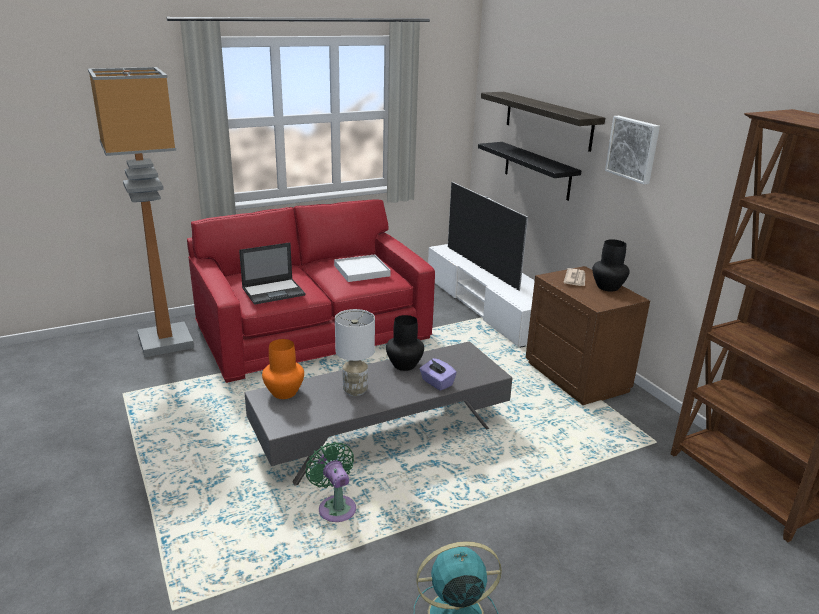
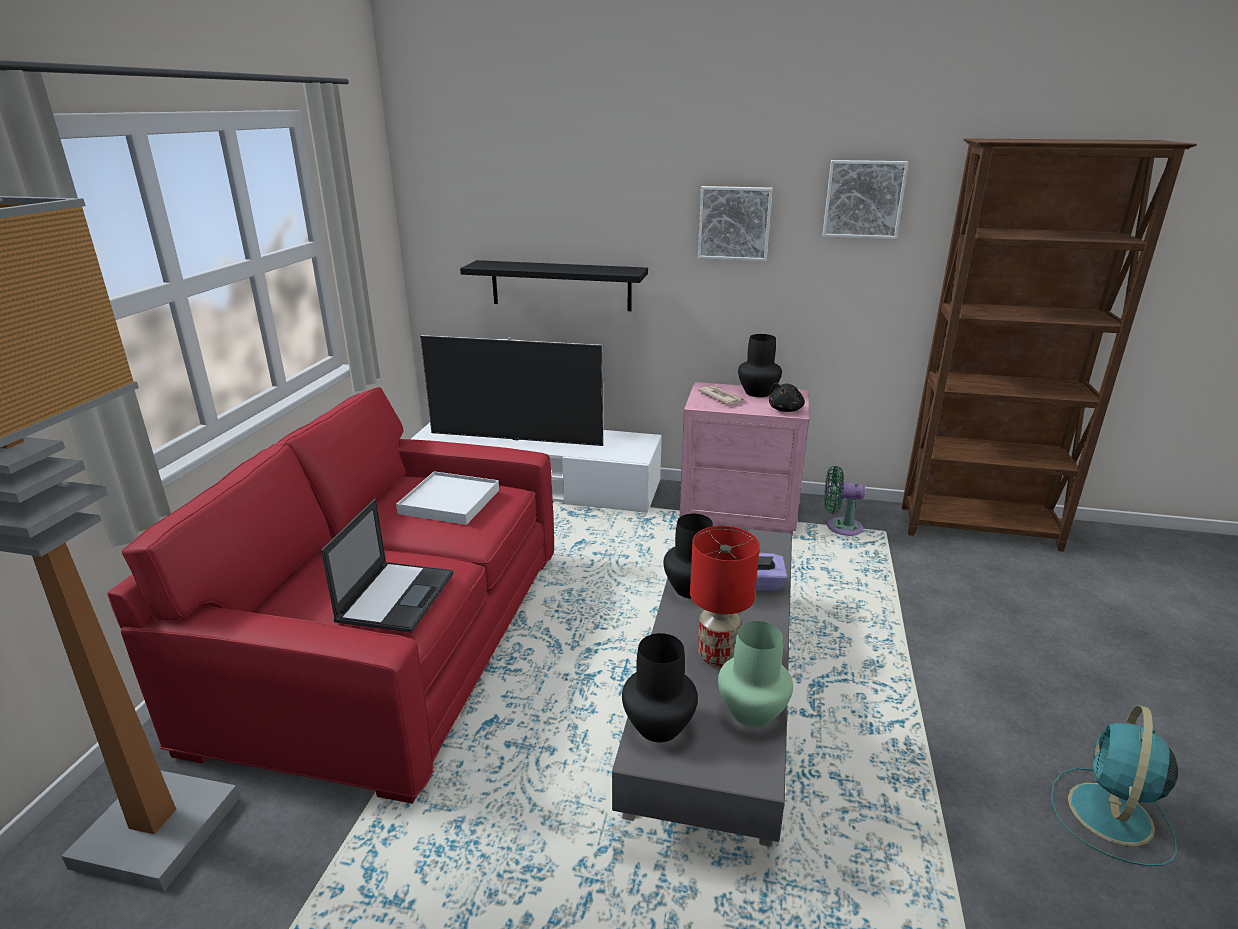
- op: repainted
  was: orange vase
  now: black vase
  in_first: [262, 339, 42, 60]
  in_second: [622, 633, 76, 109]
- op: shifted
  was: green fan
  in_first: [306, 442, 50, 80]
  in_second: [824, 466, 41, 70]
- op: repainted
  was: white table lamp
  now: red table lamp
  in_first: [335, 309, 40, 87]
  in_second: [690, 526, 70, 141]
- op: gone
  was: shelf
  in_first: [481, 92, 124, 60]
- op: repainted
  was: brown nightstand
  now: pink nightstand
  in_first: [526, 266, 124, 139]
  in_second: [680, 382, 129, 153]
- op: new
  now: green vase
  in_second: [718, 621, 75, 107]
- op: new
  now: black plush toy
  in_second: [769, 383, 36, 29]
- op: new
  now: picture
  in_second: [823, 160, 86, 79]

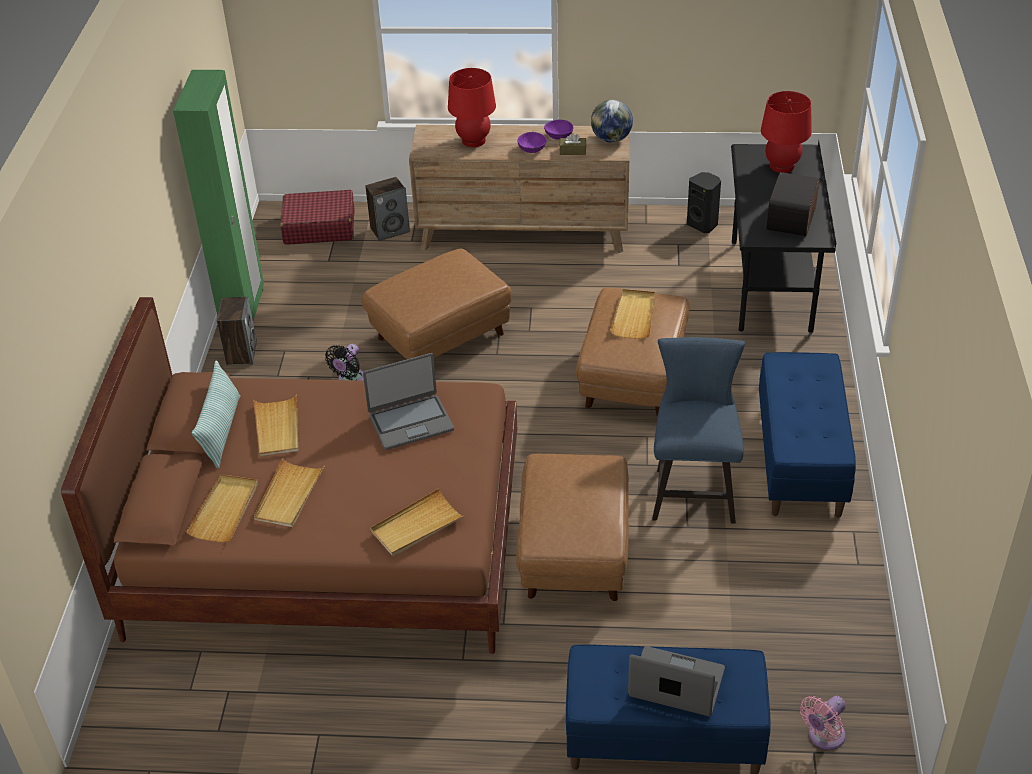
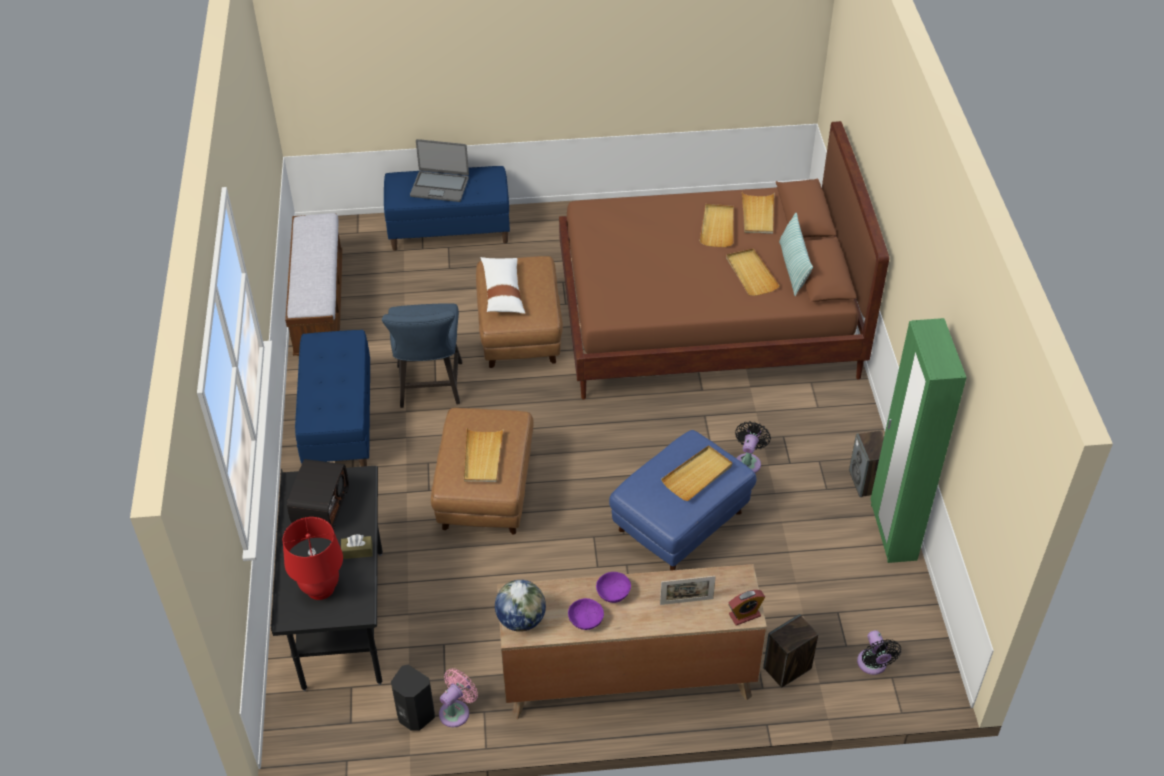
- op: swapped
  was: red suitcase
  now: black fan
  in_first: [280, 190, 75, 55]
  in_second: [857, 630, 44, 45]
- op: repainted
  was: brown ottoman
  now: blue ottoman
  in_first: [362, 249, 150, 110]
  in_second: [609, 430, 147, 141]
- op: gone
  was: laptop
  in_first: [363, 353, 91, 97]
- op: shifted
  was: beige tray
  in_first: [370, 488, 95, 68]
  in_second: [661, 445, 72, 56]
- op: swapped
  was: red table lamp
  now: picture frame
  in_first: [448, 68, 48, 79]
  in_second: [660, 576, 56, 29]
- op: shifted
  was: brown tissue box
  in_first: [559, 133, 27, 22]
  in_second: [341, 534, 32, 25]
- op: shifted
  was: pink fan
  in_first: [800, 696, 46, 54]
  in_second: [439, 668, 39, 59]
- op: new
  now: bench
  in_second: [285, 213, 57, 143]
- op: new
  now: white pillow
  in_second: [481, 257, 44, 57]
- op: new
  now: alarm clock
  in_second: [729, 590, 36, 36]

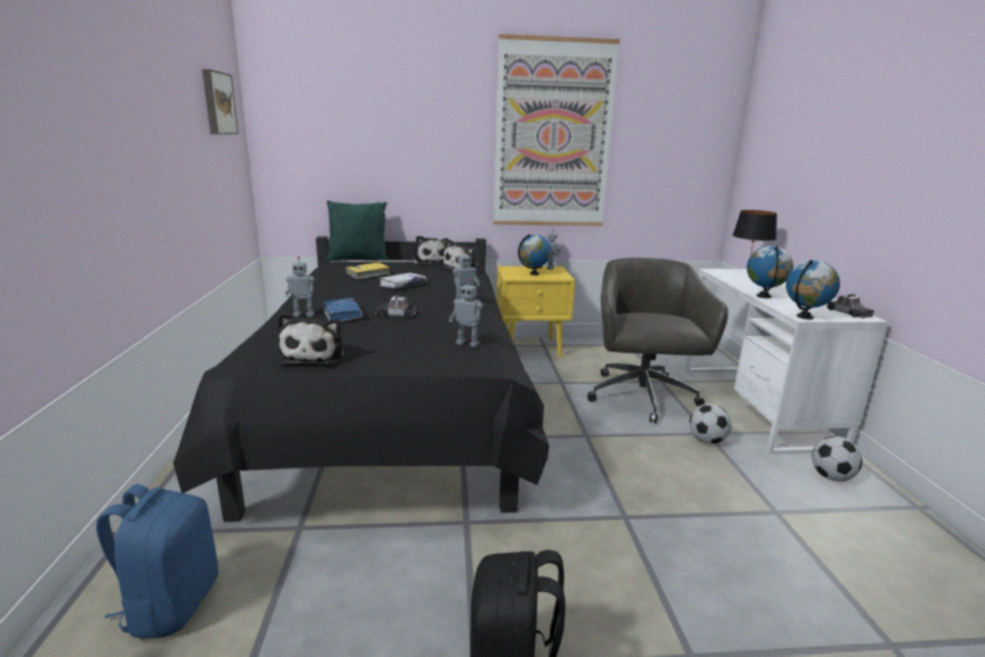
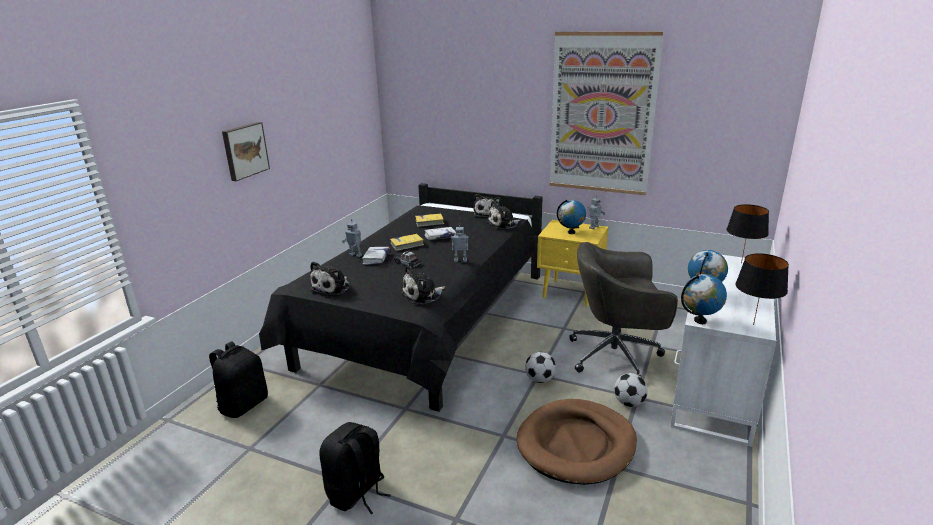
- op: repainted
  was: blue backpack
  now: black backpack
  in_first: [96, 484, 122, 154]
  in_second: [209, 341, 59, 77]
- op: shifted
  was: picture
  in_first: [202, 69, 37, 65]
  in_second: [222, 122, 48, 59]
- op: repainted
  was: blue book
  now: white book
  in_first: [323, 298, 40, 24]
  in_second: [362, 247, 28, 18]
- op: gone
  was: green pillow
  in_first: [326, 200, 62, 61]
- op: swapped
  was: toy robot
  now: plush toy
  in_first: [449, 278, 34, 69]
  in_second: [401, 265, 44, 39]
- op: rotated
  was: grey office chair
  in_first: [587, 258, 141, 165]
  in_second: [569, 242, 109, 136]
  clockwise: -120
- op: shifted
  was: football
  in_first: [812, 436, 50, 45]
  in_second: [525, 352, 31, 31]
- op: swapped
  was: toy car
  now: black table lamp
  in_first: [826, 294, 48, 24]
  in_second: [735, 253, 54, 72]
- op: new
  now: yellow book
  in_second: [390, 234, 34, 17]
- op: new
  now: brown dog bed
  in_second: [517, 399, 120, 86]

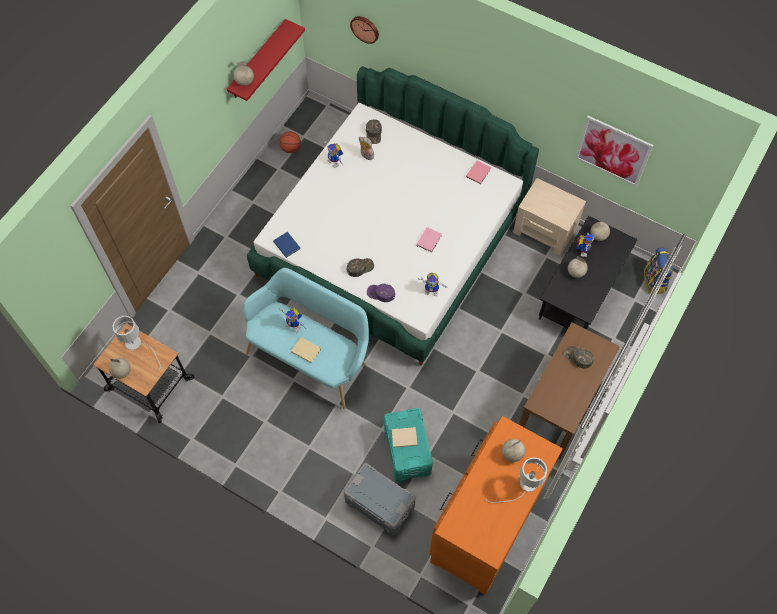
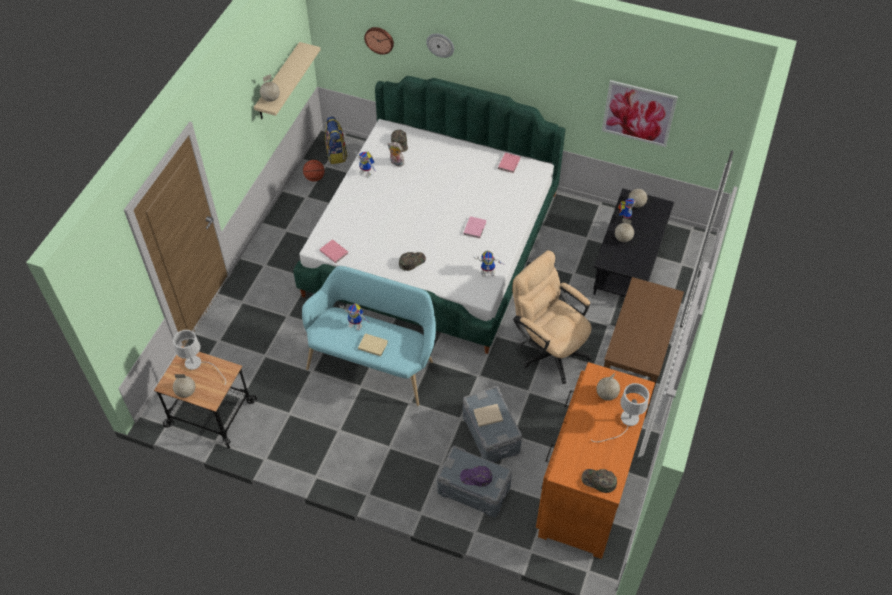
- op: repainted
  was: red shelf
  now: beige shelf
  in_first: [227, 19, 78, 82]
  in_second: [254, 42, 66, 77]
- op: repainted
  was: blue book
  now: pink book
  in_first: [273, 232, 27, 26]
  in_second: [320, 239, 28, 24]
- op: shifted
  was: purple cap
  in_first: [367, 284, 28, 18]
  in_second: [460, 466, 32, 21]
- op: repainted
  was: turquoise storage box
  now: grey storage box
  in_first: [384, 408, 49, 73]
  in_second: [463, 386, 59, 77]
- op: gone
  was: beige nightstand
  in_first: [513, 178, 73, 78]
- op: shifted
  was: green cap
  in_first: [564, 346, 30, 22]
  in_second: [581, 469, 36, 24]
- op: shifted
  was: backpack
  in_first: [644, 247, 29, 47]
  in_second: [325, 116, 23, 48]
- op: new
  now: wall clock
  in_second: [426, 33, 28, 25]
- op: new
  now: beige office chair
  in_second: [512, 250, 80, 134]

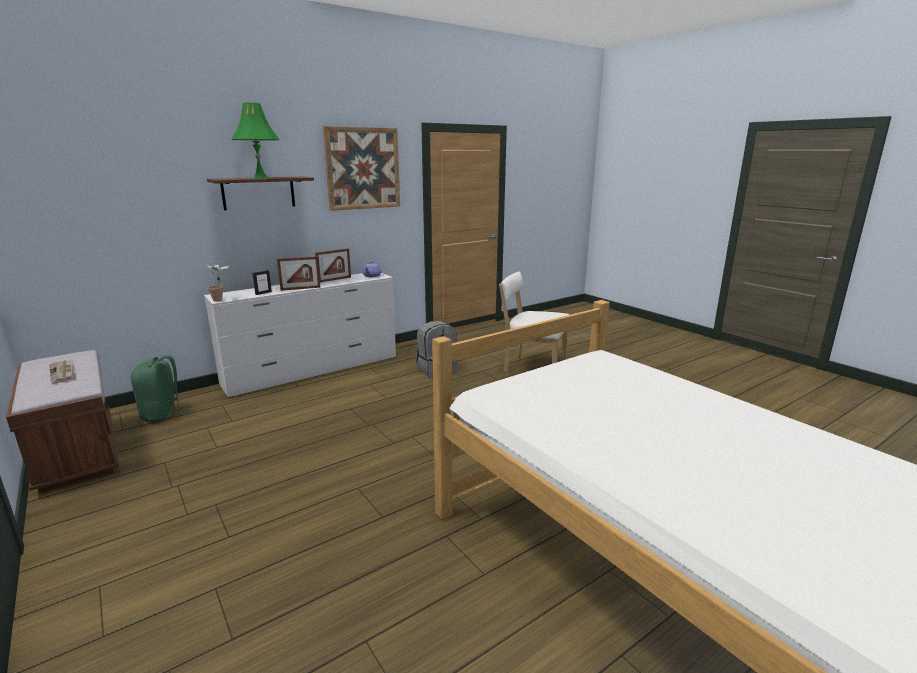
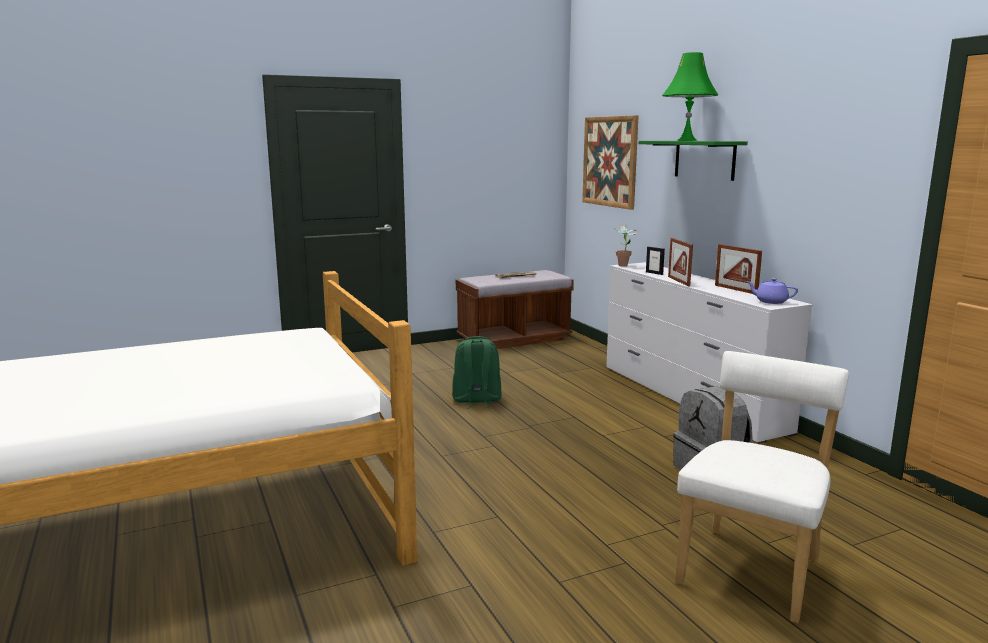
- op: shifted
  was: green backpack
  in_first: [131, 355, 60, 68]
  in_second: [452, 336, 50, 73]
- op: repainted
  was: brown shelf
  now: green shelf
  in_first: [207, 176, 107, 34]
  in_second: [639, 141, 109, 40]
- op: shifted
  was: picture
  in_first: [323, 126, 77, 85]
  in_second: [582, 115, 57, 95]

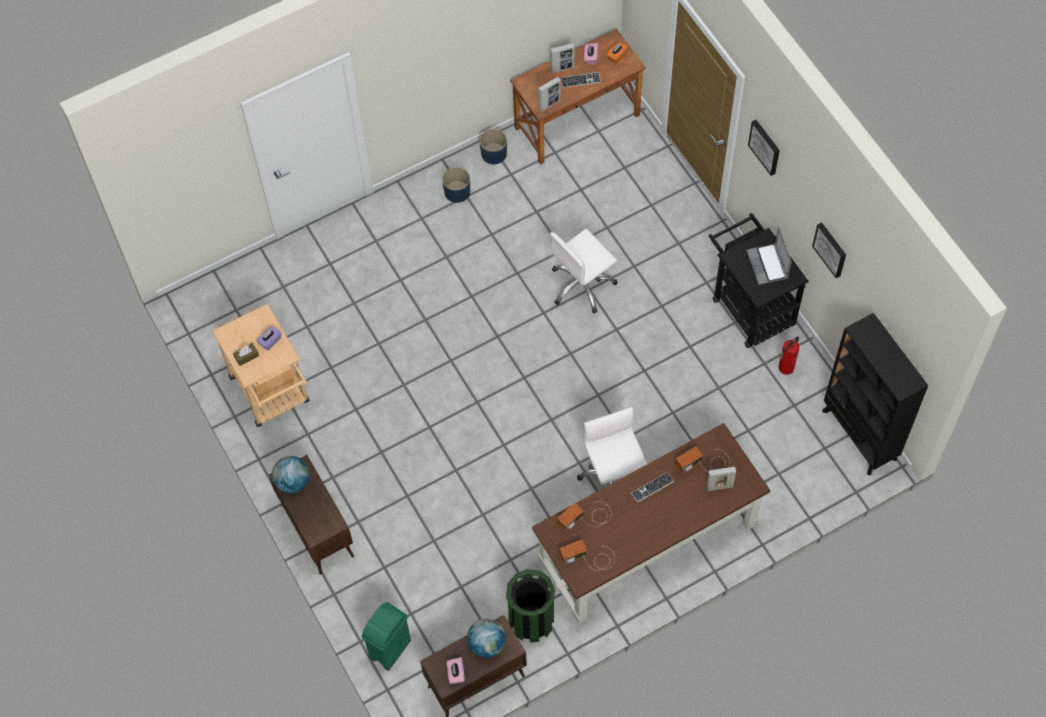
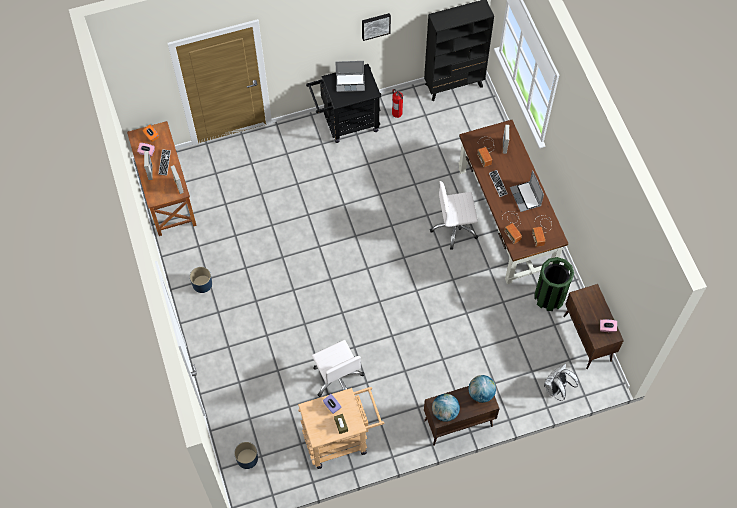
- op: swapped
  was: green trash can
  now: white backpack
  in_first: [361, 602, 50, 69]
  in_second: [544, 364, 34, 37]
- op: shifted
  was: globe
  in_first: [467, 619, 39, 39]
  in_second: [468, 375, 28, 28]
- op: shifted
  was: blue planter
  in_first: [480, 129, 27, 35]
  in_second: [234, 442, 24, 27]
- op: shifted
  was: white office chair
  in_first: [550, 229, 68, 84]
  in_second: [312, 340, 52, 57]
- op: gone
  was: picture
  in_first: [748, 120, 32, 56]
- op: new
  now: laptop
  in_second: [510, 170, 34, 42]

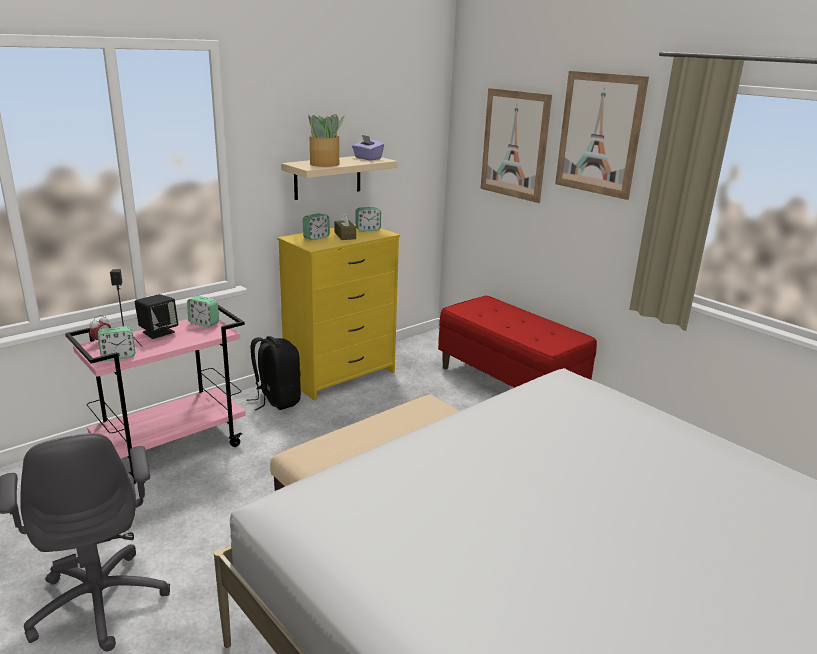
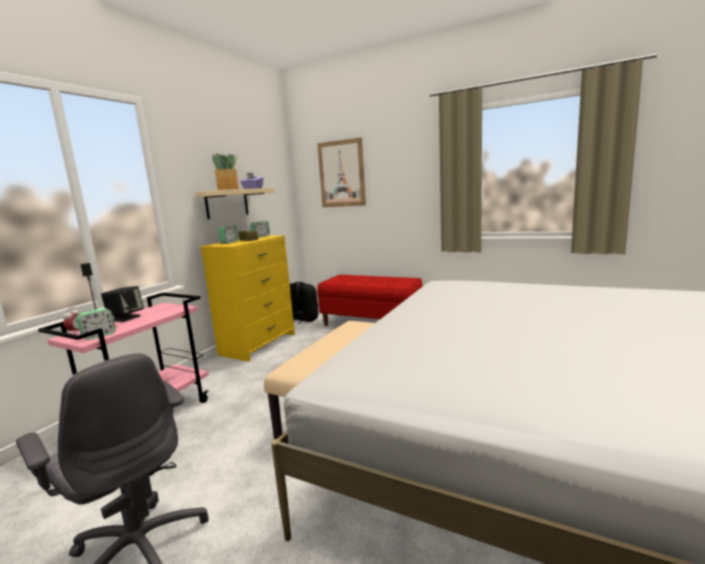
- op: gone
  was: alarm clock
  in_first: [187, 296, 32, 31]
- op: shifted
  was: black backpack
  in_first: [246, 336, 55, 75]
  in_second: [290, 282, 28, 42]
- op: gone
  was: picture
  in_first: [555, 71, 94, 129]

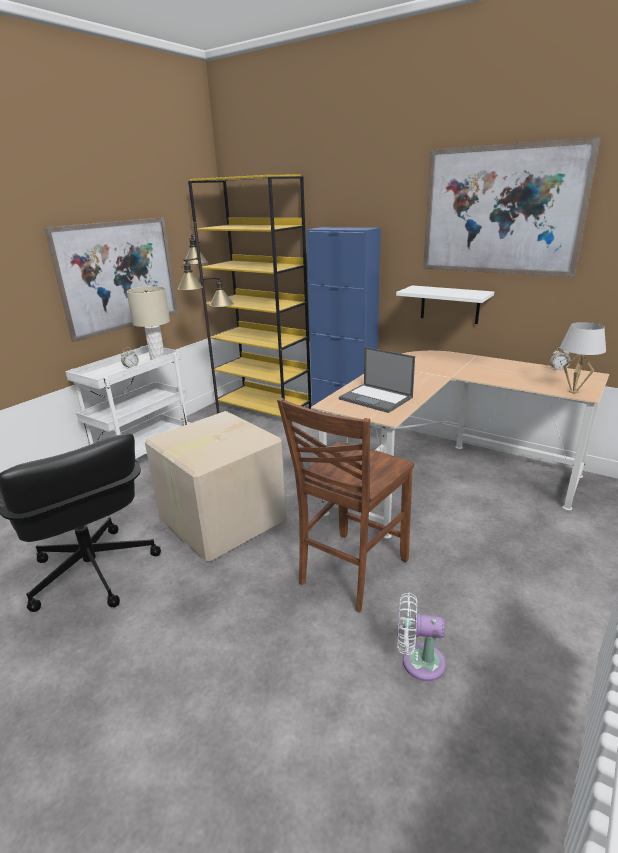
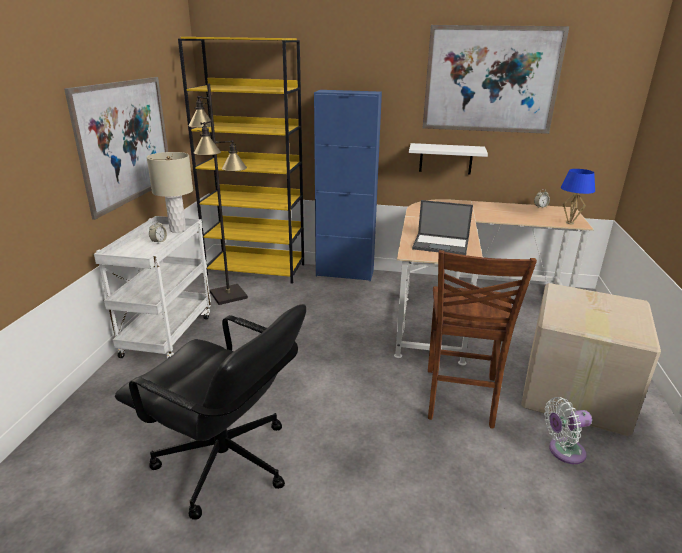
- op: shifted
  was: cardboard box
  in_first: [145, 411, 142, 151]
  in_second: [521, 283, 140, 153]
- op: repainted
  was: white table lamp
  now: blue table lamp
  in_first: [560, 322, 46, 72]
  in_second: [561, 169, 34, 55]

